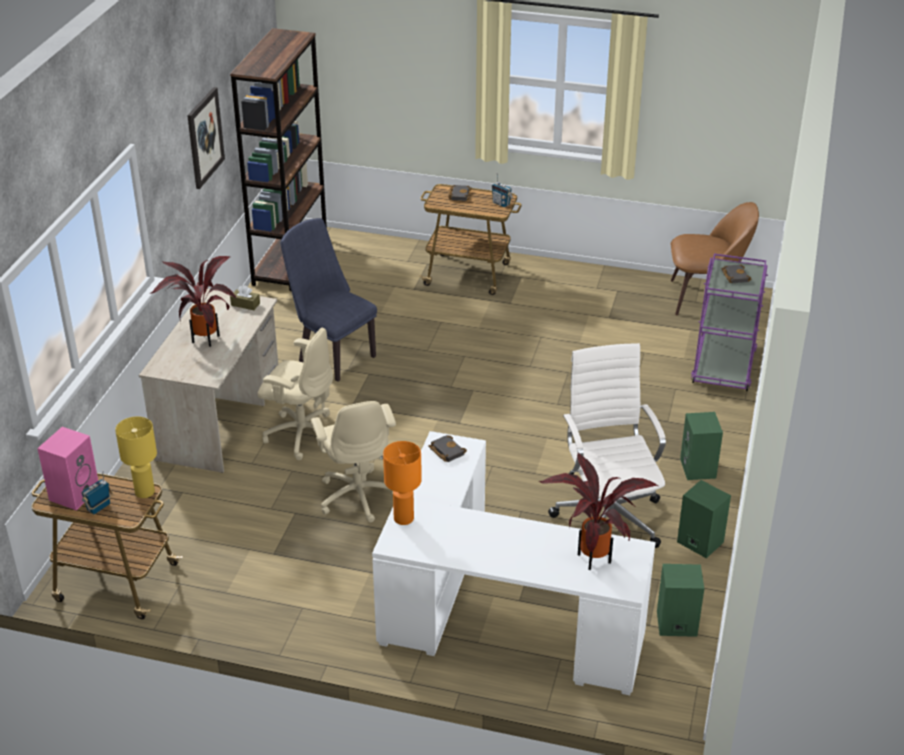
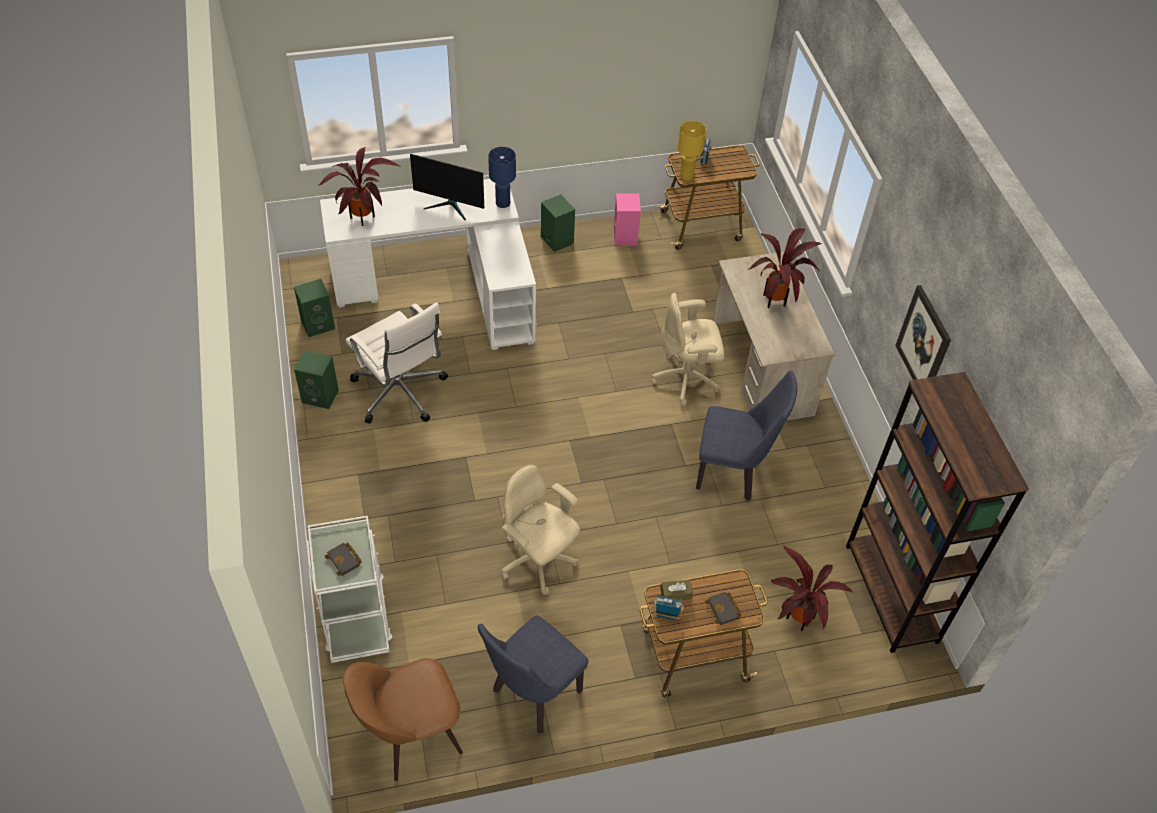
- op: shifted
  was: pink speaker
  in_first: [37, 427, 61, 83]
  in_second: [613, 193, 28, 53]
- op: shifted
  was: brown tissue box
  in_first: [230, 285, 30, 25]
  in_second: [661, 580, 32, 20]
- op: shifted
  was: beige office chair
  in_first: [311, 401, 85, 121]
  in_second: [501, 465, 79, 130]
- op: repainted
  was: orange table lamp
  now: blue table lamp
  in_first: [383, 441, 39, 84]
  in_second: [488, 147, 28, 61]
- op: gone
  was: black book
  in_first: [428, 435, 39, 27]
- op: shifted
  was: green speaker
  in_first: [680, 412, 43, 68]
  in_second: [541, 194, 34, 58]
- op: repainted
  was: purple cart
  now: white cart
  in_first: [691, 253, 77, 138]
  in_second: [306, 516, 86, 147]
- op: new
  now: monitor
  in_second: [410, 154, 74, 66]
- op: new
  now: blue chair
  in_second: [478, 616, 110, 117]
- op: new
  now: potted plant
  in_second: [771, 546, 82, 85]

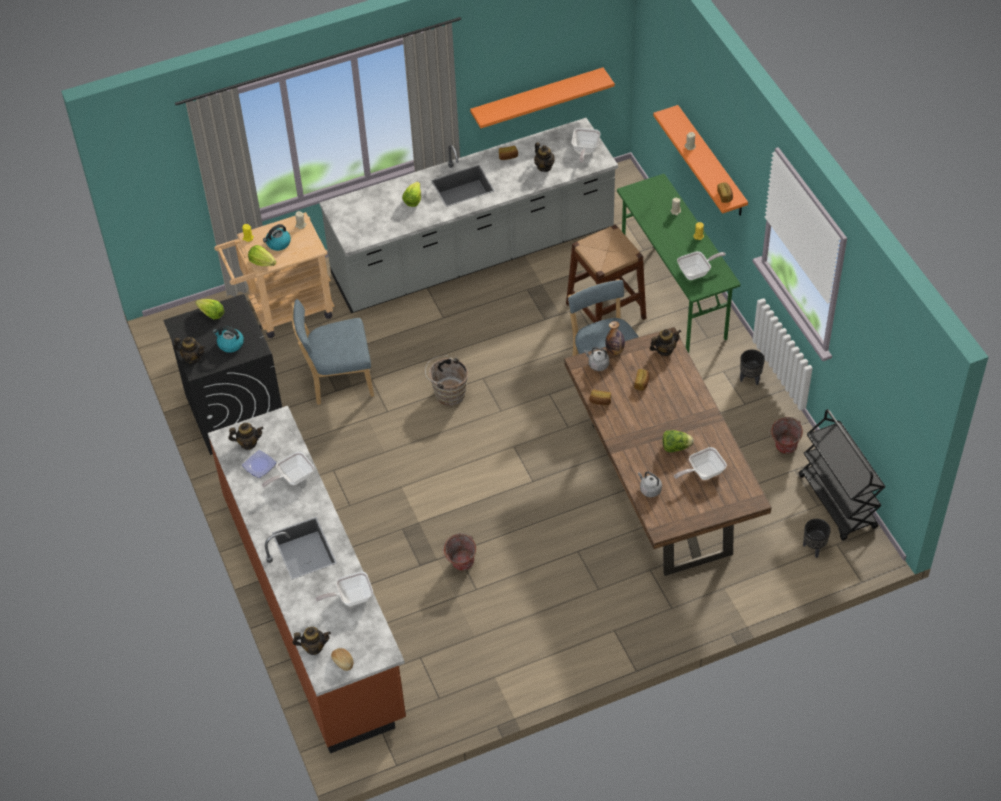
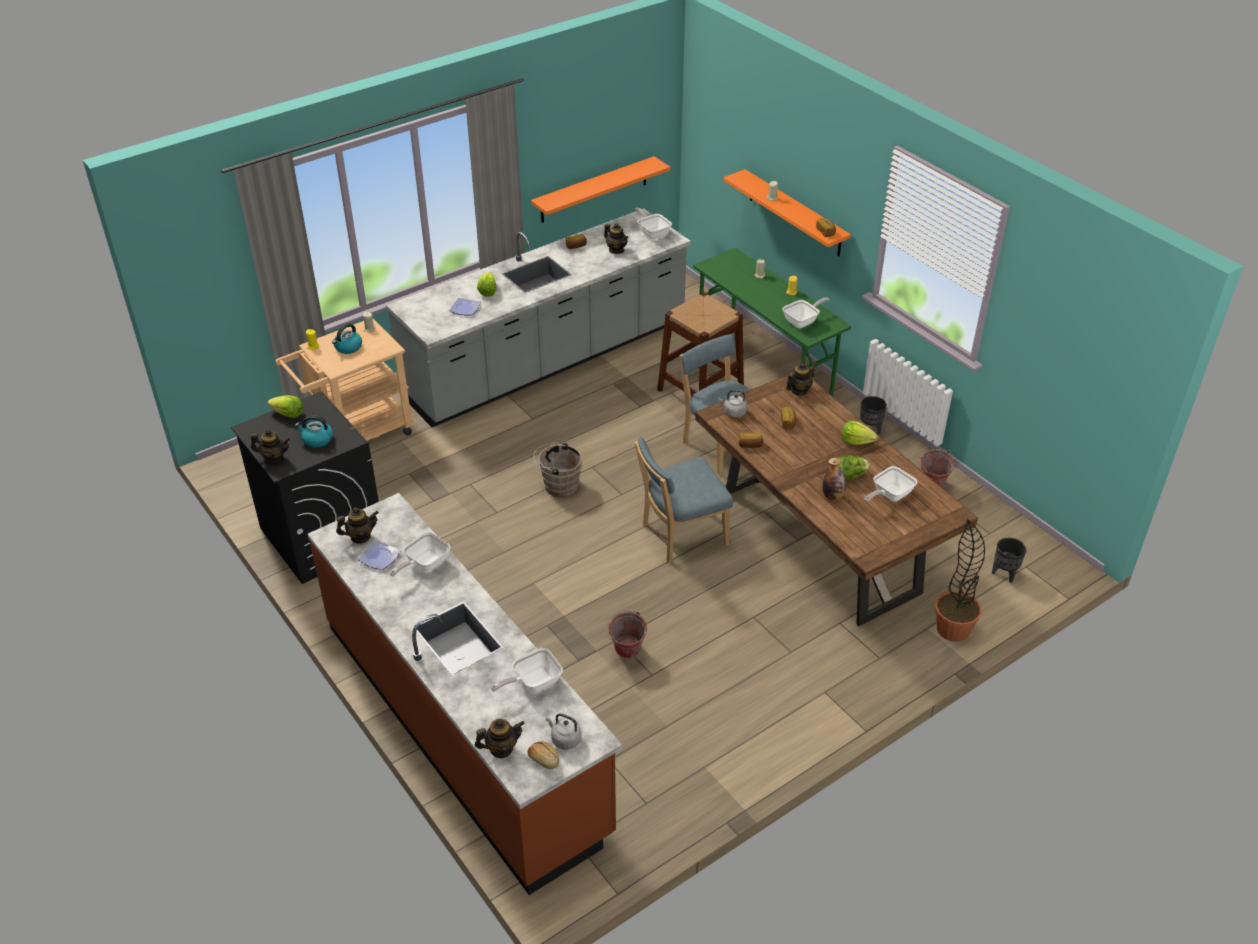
- op: shifted
  was: lettuce
  in_first: [248, 245, 28, 21]
  in_second: [841, 421, 37, 24]
- op: shifted
  was: blue chair
  in_first: [291, 299, 83, 106]
  in_second: [635, 436, 98, 127]
- op: rotated
  was: frying pan
  in_first: [571, 128, 30, 35]
  in_second: [635, 208, 37, 31]
  clockwise: 150
- op: shifted
  was: bottle
  in_first: [605, 321, 20, 34]
  in_second: [822, 457, 24, 44]
- op: shifted
  was: grey kettle
  in_first: [638, 472, 24, 25]
  in_second: [546, 713, 35, 36]
- op: gone
  was: black cart
  in_first: [799, 409, 86, 132]
- op: new
  now: plate
  in_second: [449, 298, 32, 18]
- op: new
  now: potted plant
  in_second: [935, 518, 50, 124]

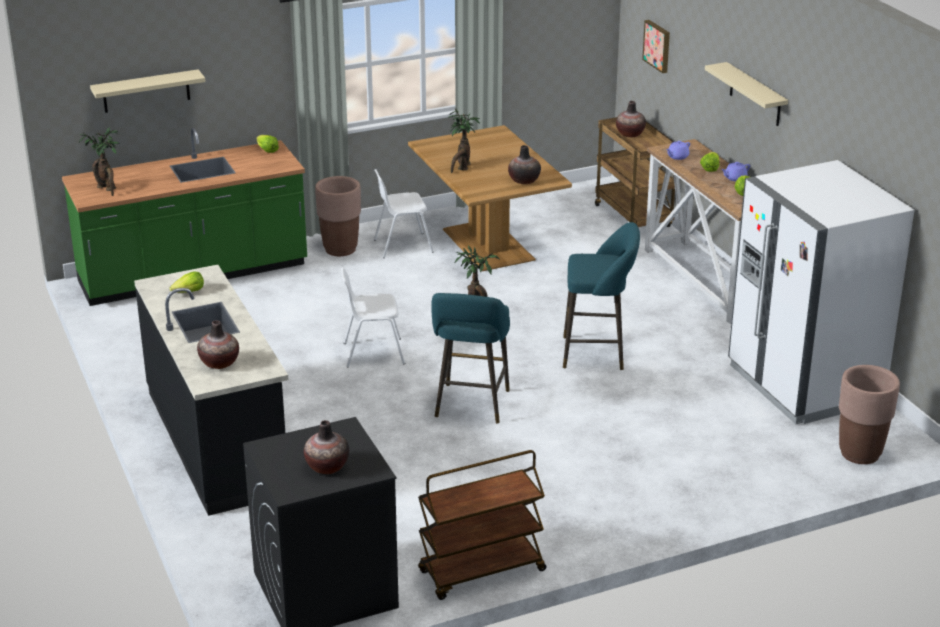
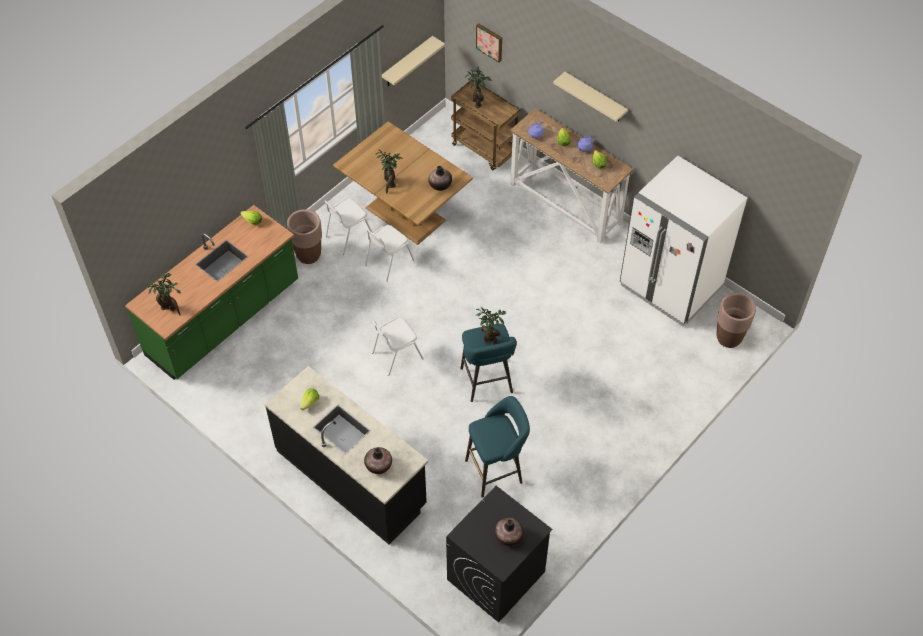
- op: shifted
  was: beige shelf
  in_first: [90, 69, 116, 44]
  in_second: [382, 36, 63, 50]
- op: gone
  was: brown cart
  in_first: [418, 450, 128, 150]
- op: shifted
  was: turquoise stool
  in_first: [563, 222, 77, 148]
  in_second: [465, 396, 65, 102]
- op: swapped
  was: vase
  now: potted plant
  in_first: [616, 101, 30, 36]
  in_second: [466, 67, 26, 41]
- op: new
  now: white chair
  in_second: [365, 225, 49, 57]

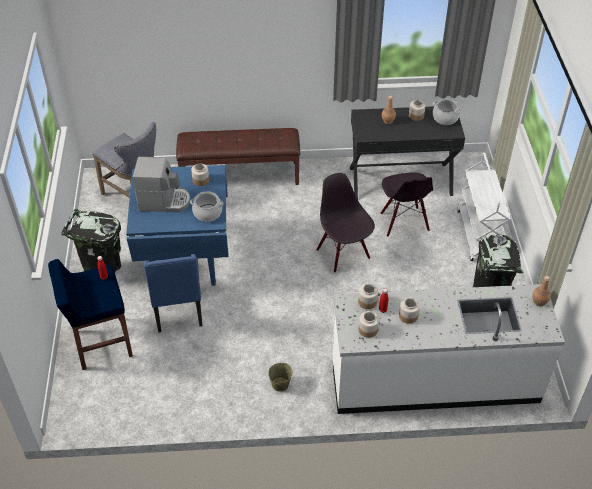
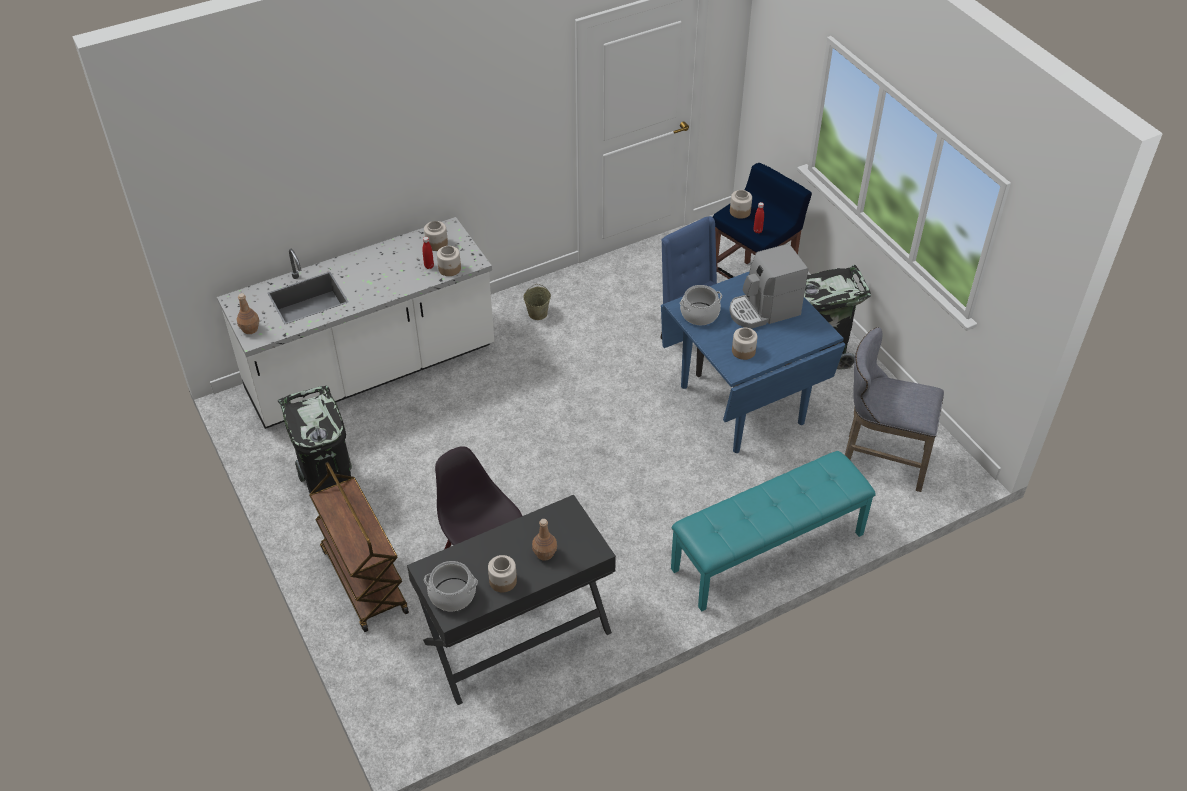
- op: repainted
  was: brown bench
  now: turquoise bench
  in_first: [176, 128, 124, 57]
  in_second: [671, 451, 205, 160]
- op: gone
  was: black chair
  in_first: [316, 173, 59, 100]
- op: shifted
  was: jar
  in_first: [399, 297, 21, 27]
  in_second: [730, 190, 22, 29]
- op: repainted
  was: white cart
  now: brown cart
  in_first: [457, 153, 54, 108]
  in_second: [309, 462, 100, 170]

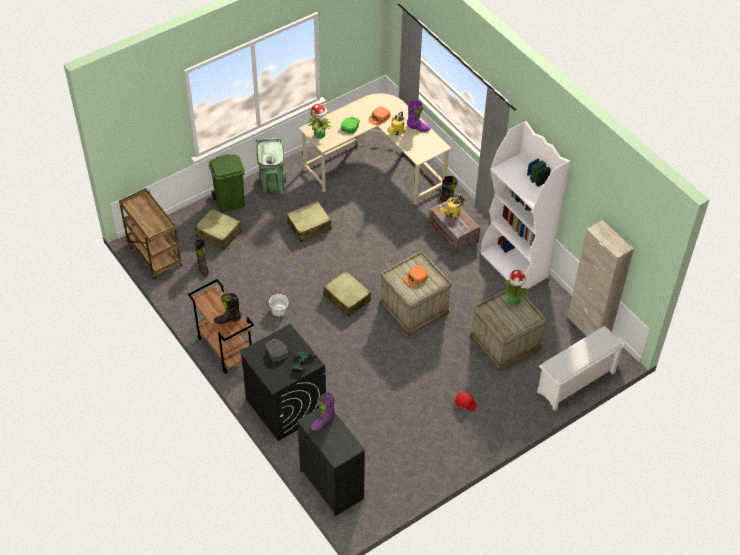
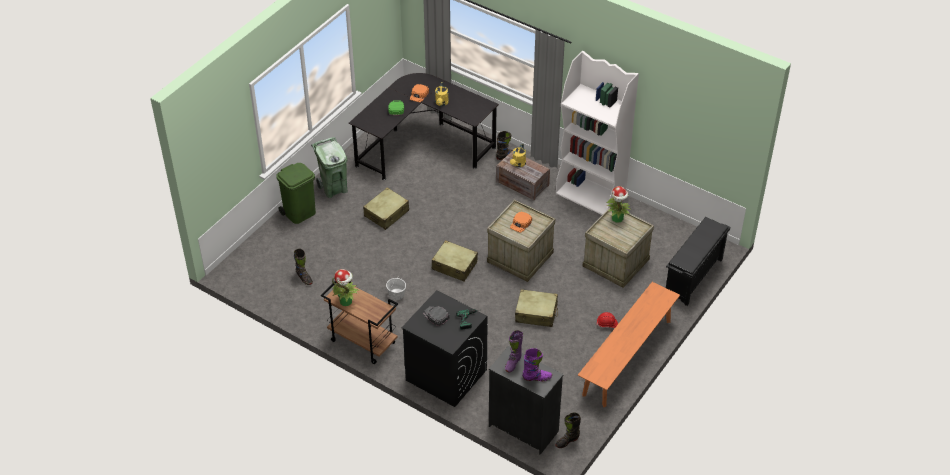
- op: gone
  was: brown cart
  in_first: [119, 188, 64, 92]
- op: shifted
  was: beige suitcase
  in_first: [194, 209, 48, 41]
  in_second: [515, 289, 43, 38]
- op: shifted
  was: black boot
  in_first: [214, 293, 27, 31]
  in_second: [555, 412, 26, 36]
- op: repainted
  was: beige desk
  now: black desk
  in_first: [299, 93, 153, 112]
  in_second: [348, 73, 151, 107]
- op: shifted
  was: potted plant
  in_first: [308, 104, 25, 35]
  in_second: [332, 269, 27, 37]
- op: shifted
  was: purple boot
  in_first: [407, 100, 24, 32]
  in_second: [522, 348, 30, 33]
- op: repainted
  was: white shoe rack
  now: black shoe rack
  in_first: [537, 326, 88, 85]
  in_second: [666, 217, 64, 89]
- op: gone
  was: beige cabinet
  in_first: [568, 220, 66, 116]
- op: new
  now: orange bench
  in_second: [578, 282, 102, 125]

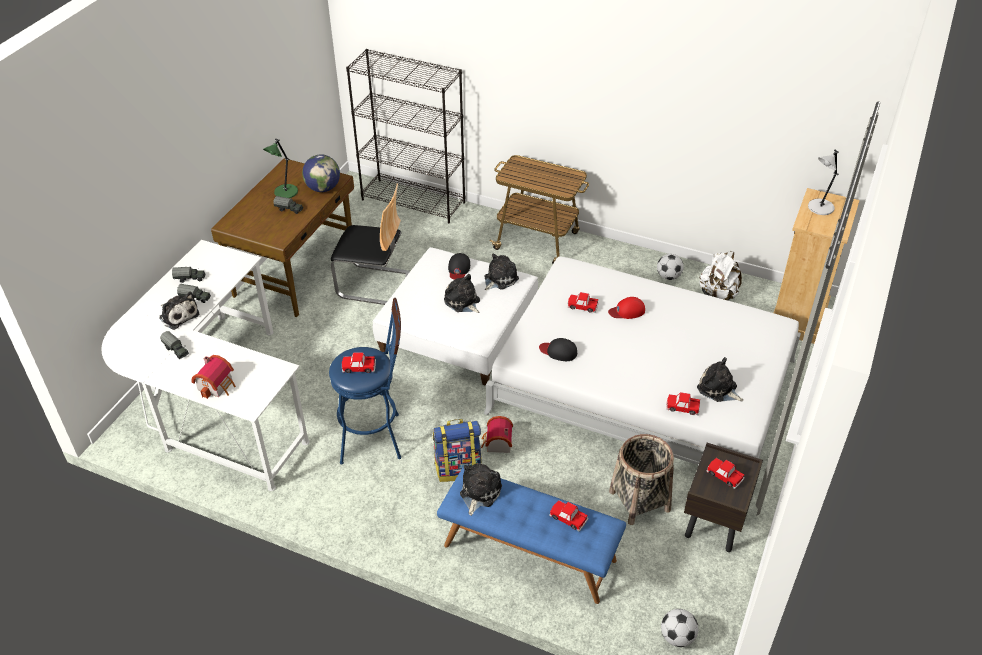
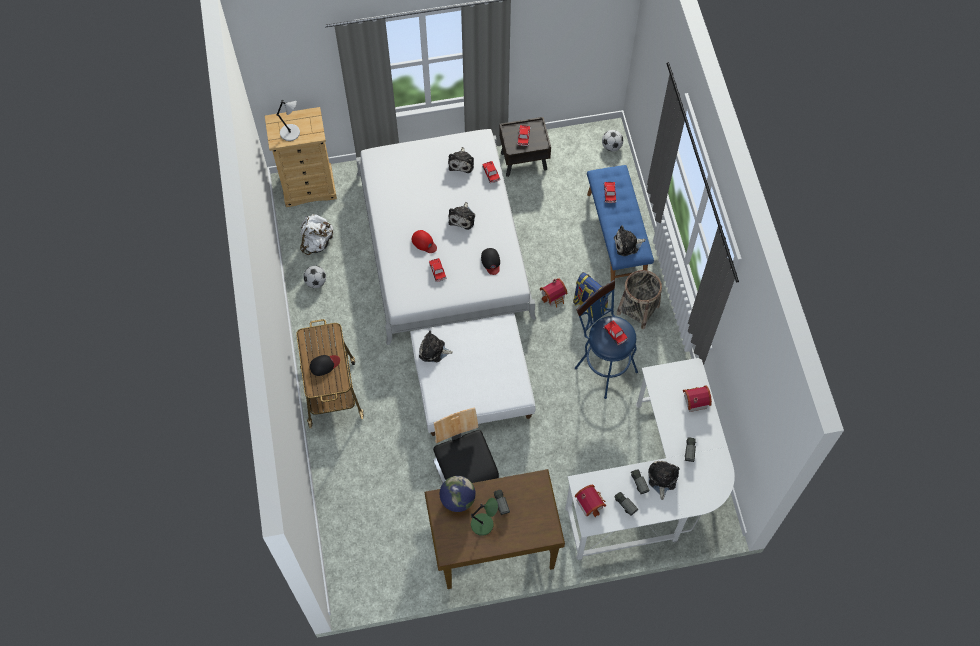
- op: gone
  was: black bookcase
  in_first: [346, 49, 119, 175]
- op: shifted
  was: plush toy
  in_first: [444, 274, 36, 39]
  in_second: [448, 202, 27, 28]
- op: shifted
  was: black cap
  in_first: [448, 253, 22, 27]
  in_second: [310, 355, 30, 21]
- op: shifted
  was: basket
  in_first: [609, 434, 65, 91]
  in_second: [616, 270, 46, 59]
- op: new
  now: toy house
  in_second: [575, 485, 31, 32]

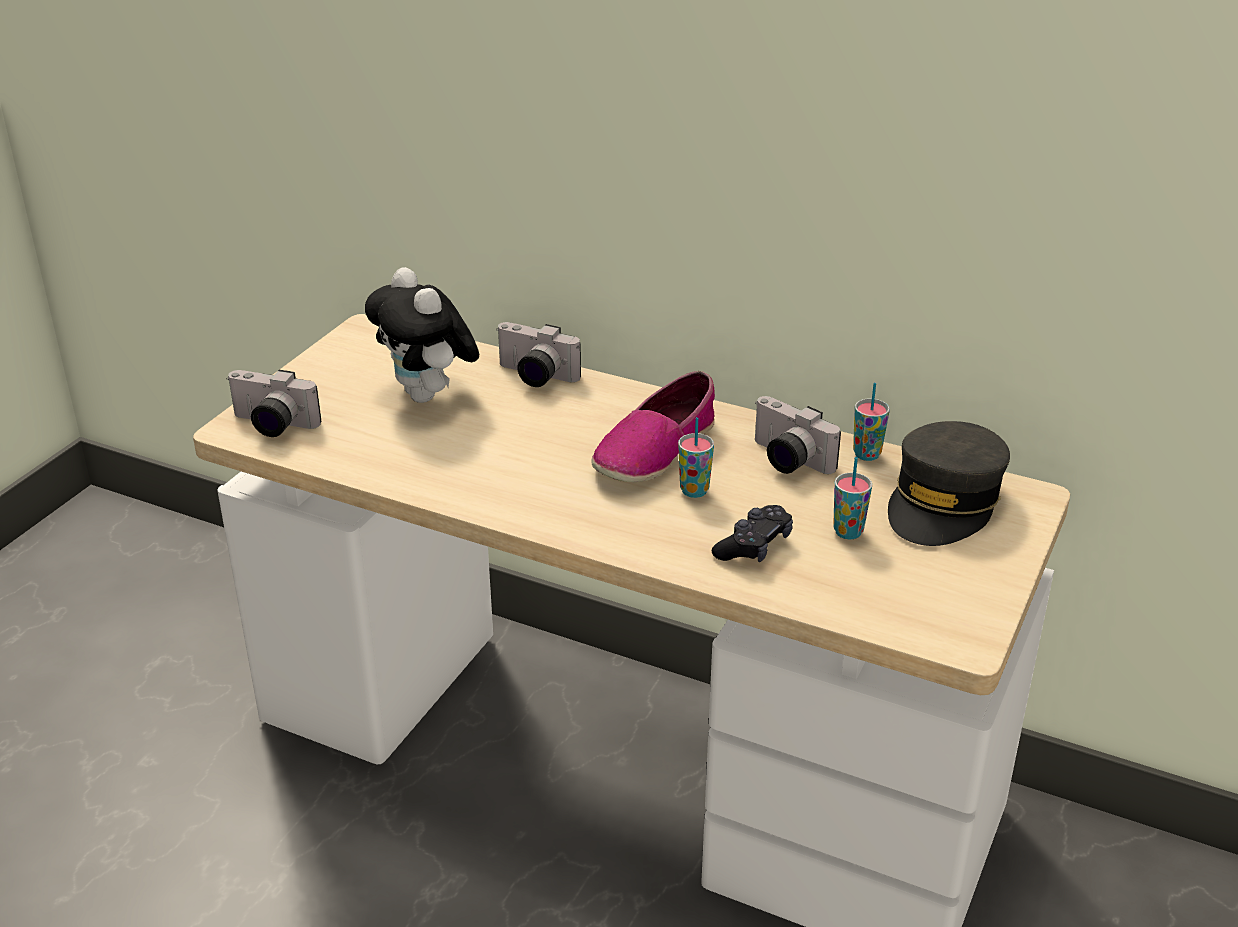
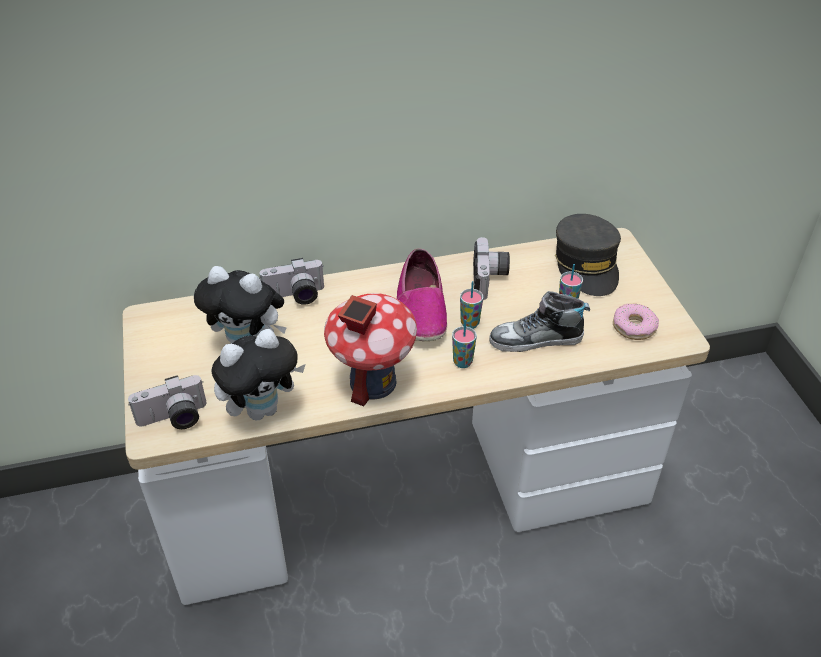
- op: swapped
  was: black game controller
  now: shoe
  in_first: [712, 505, 81, 57]
  in_second: [489, 291, 101, 61]
- op: rotated
  was: photo camera
  in_first: [755, 396, 86, 78]
  in_second: [473, 237, 37, 63]
  clockwise: -90
- op: shifted
  was: cup
  in_first: [853, 383, 37, 78]
  in_second: [452, 320, 25, 48]
- op: new
  now: plush toy
  in_second: [211, 329, 94, 91]
- op: new
  now: toy house
  in_second: [324, 293, 93, 114]
- op: new
  now: donut
  in_second: [613, 303, 46, 37]

